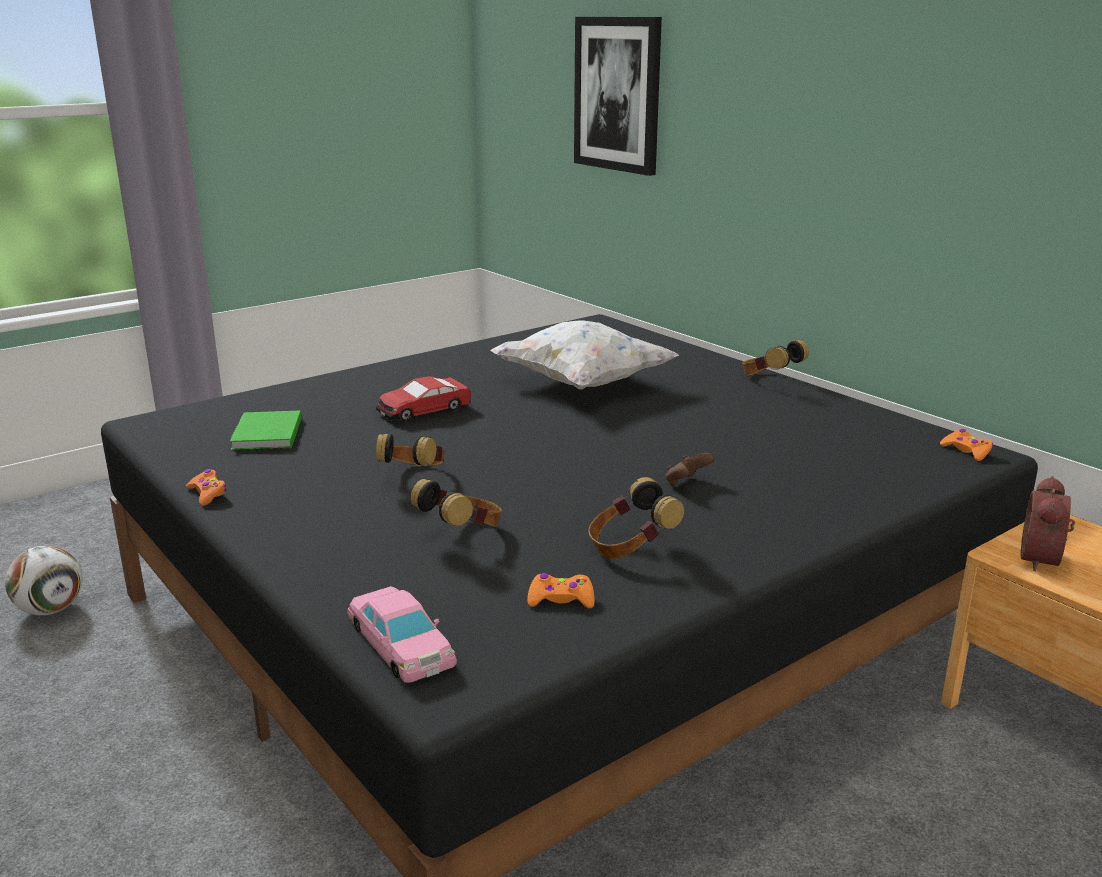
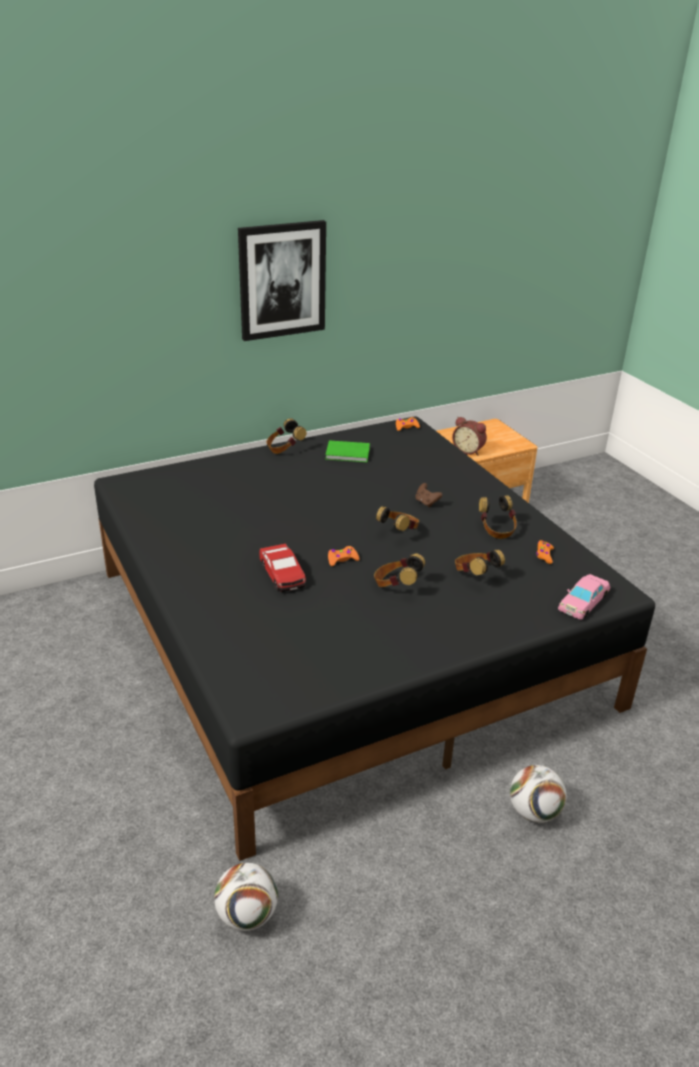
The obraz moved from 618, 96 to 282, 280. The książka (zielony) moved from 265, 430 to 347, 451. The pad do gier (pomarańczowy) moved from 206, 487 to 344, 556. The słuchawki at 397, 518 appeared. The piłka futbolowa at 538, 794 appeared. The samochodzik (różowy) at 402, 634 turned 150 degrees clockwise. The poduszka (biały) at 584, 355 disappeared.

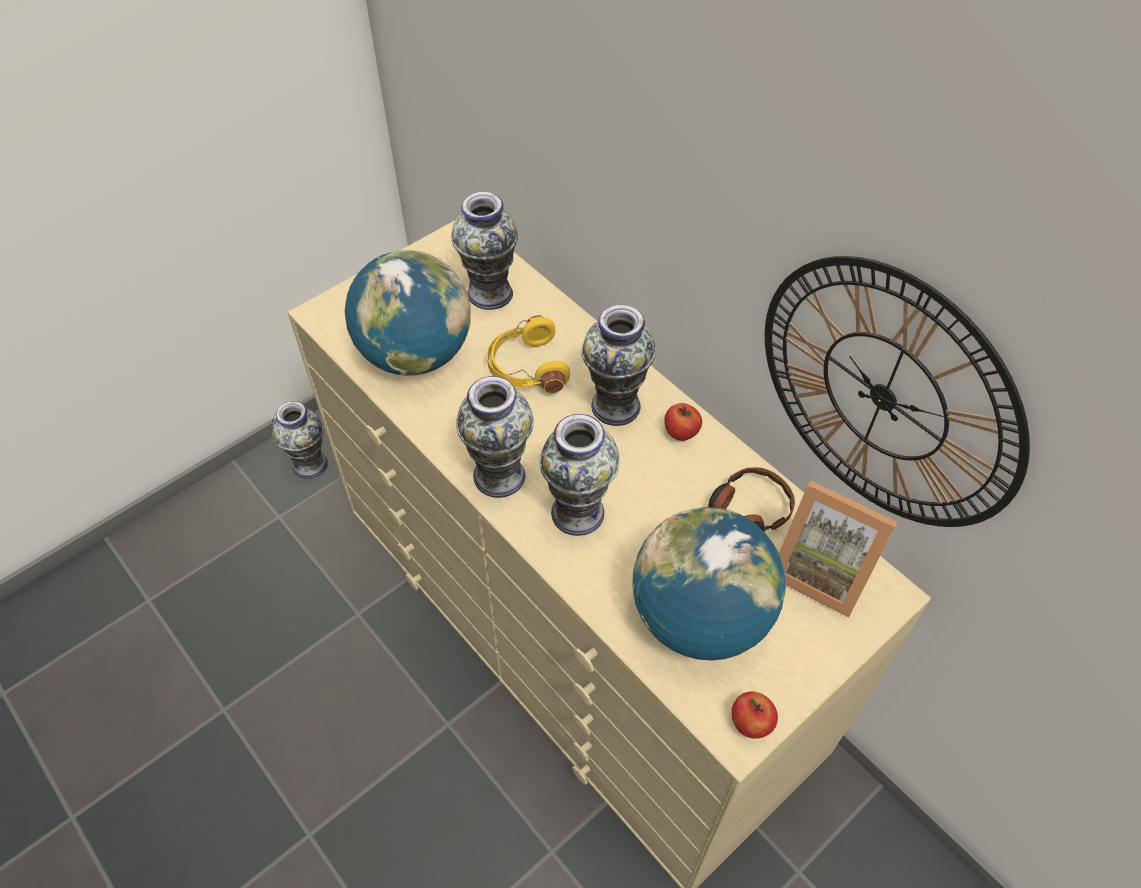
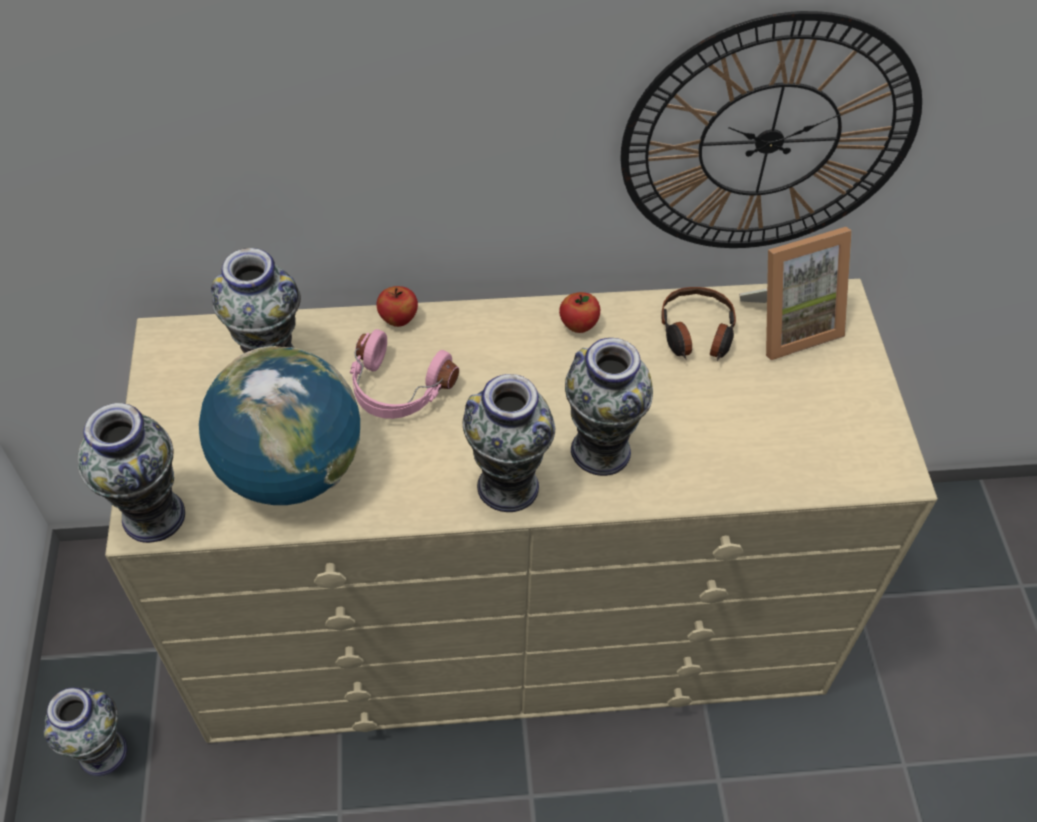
The wazon moved from 619, 365 to 131, 473. The słuchawki (żółty) at 528, 354 became the słuchawki (różowy) at 404, 374. The jabłko moved from 754, 715 to 397, 306. The globus at 709, 584 disappeared.

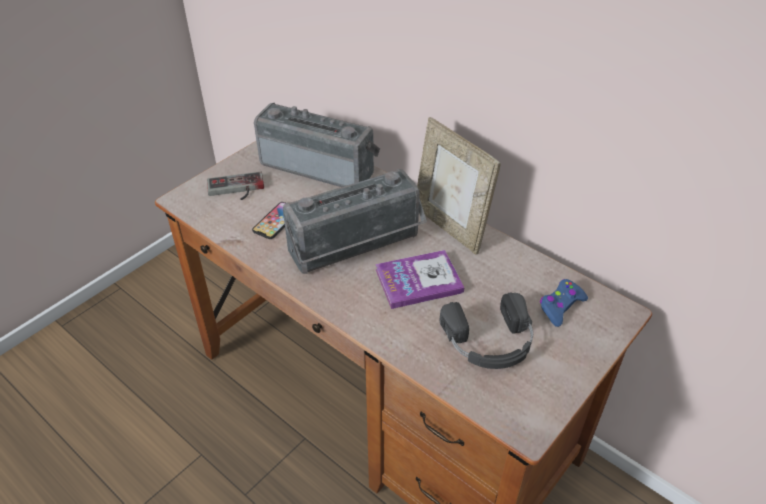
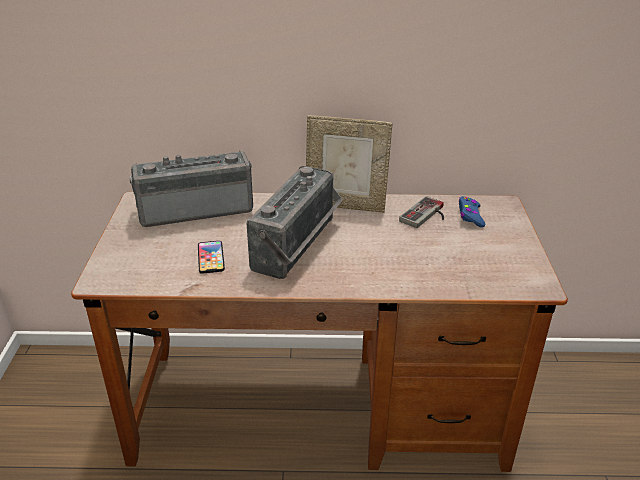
The pad do gier moved from 235, 186 to 421, 212. The książka at 419, 279 disappeared. The słuchawki (czarny) at 486, 330 disappeared.

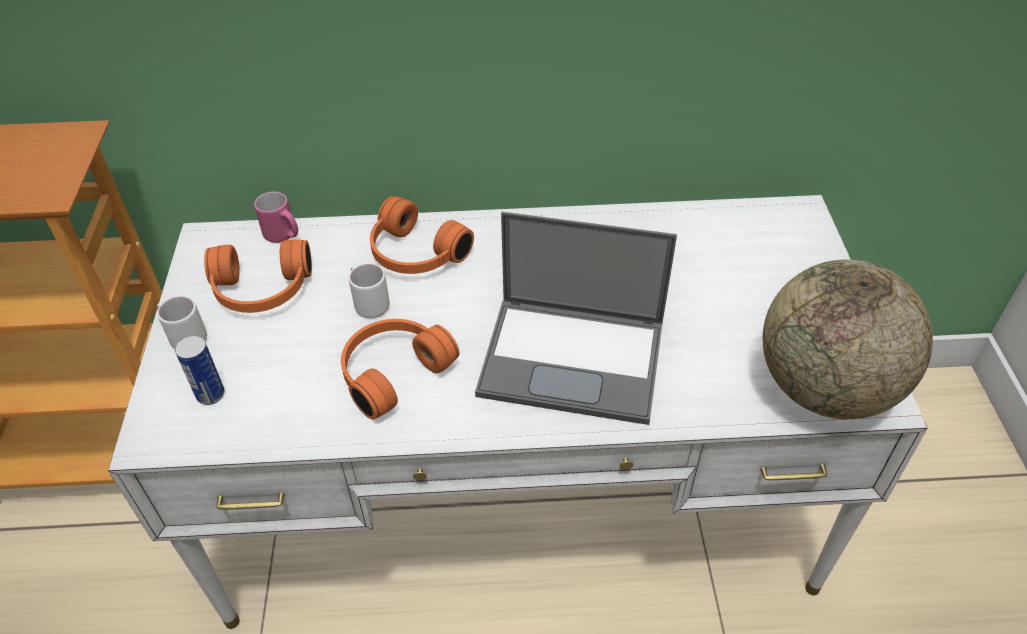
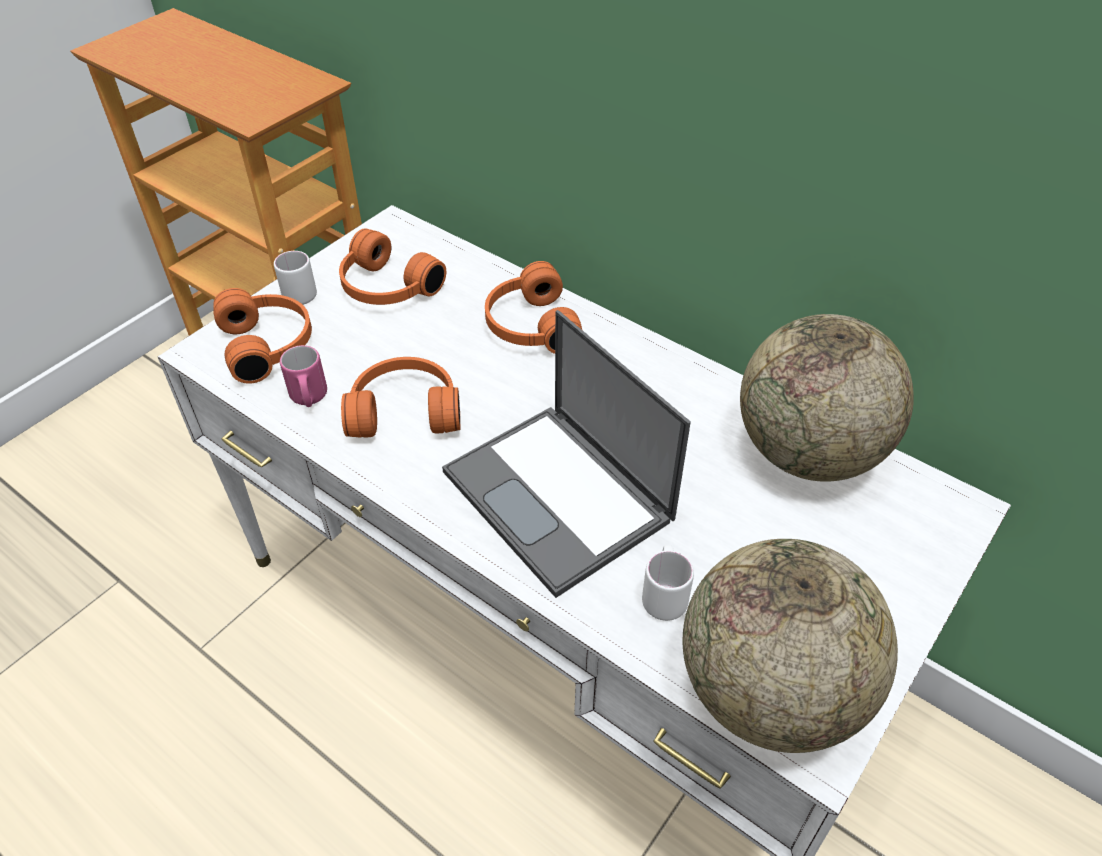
The puszka at 200, 370 was replaced by the słuchawki (pomarańczowy) at 262, 336. The kubek (różowy) moved from 276, 217 to 303, 376. The kubek (biały) moved from 369, 290 to 668, 583. The globus at 827, 398 appeared.

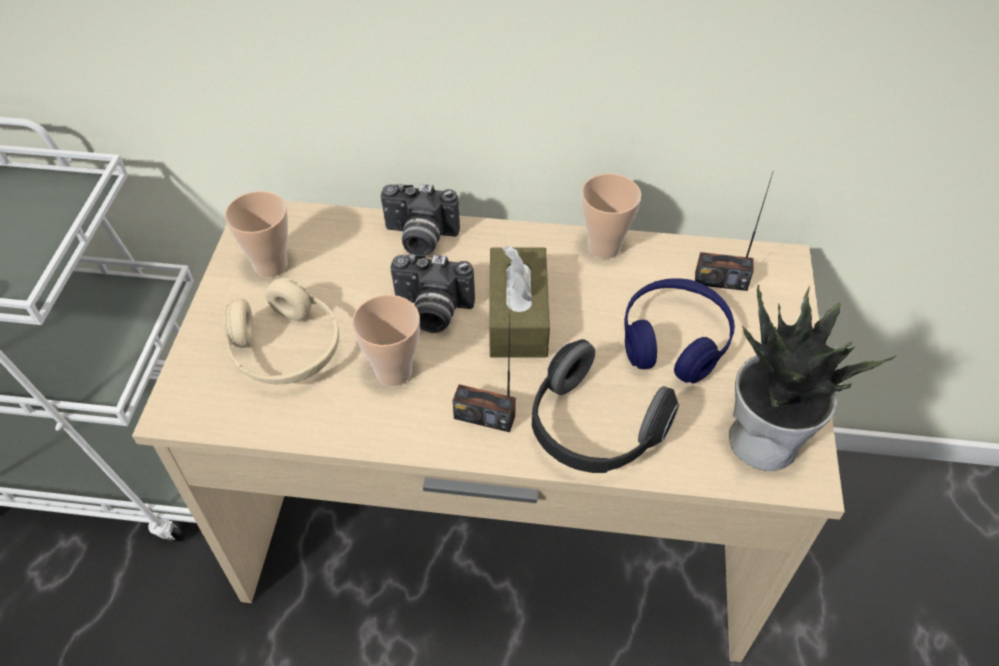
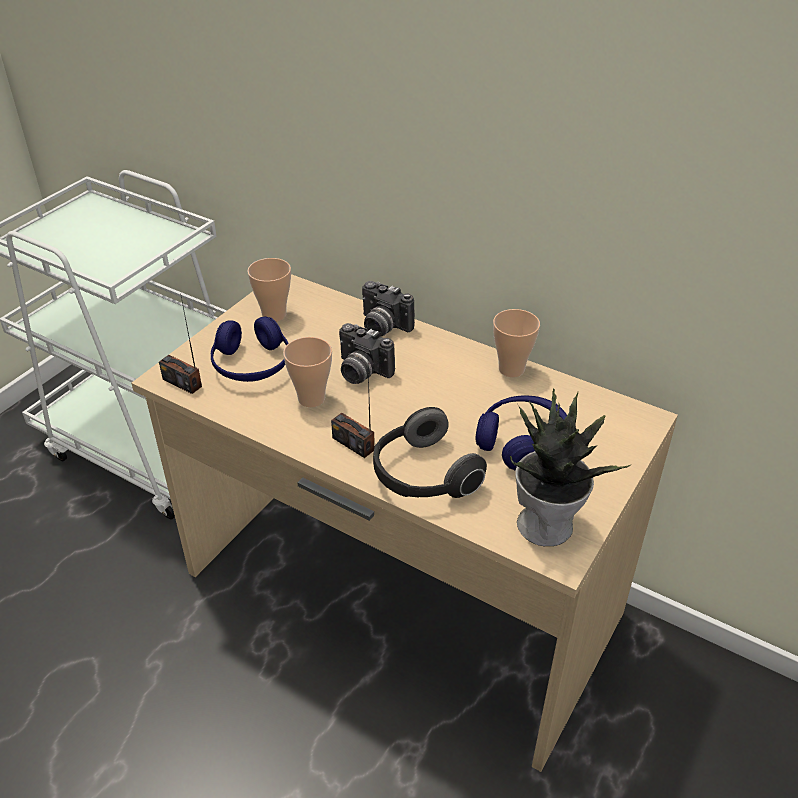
The radio moved from 734, 232 to 180, 345. The słuchawki (beżowy) at 281, 331 became the słuchawki (niebieski) at 250, 349. The pudełko chusteczek (brązowy) at 519, 302 disappeared.

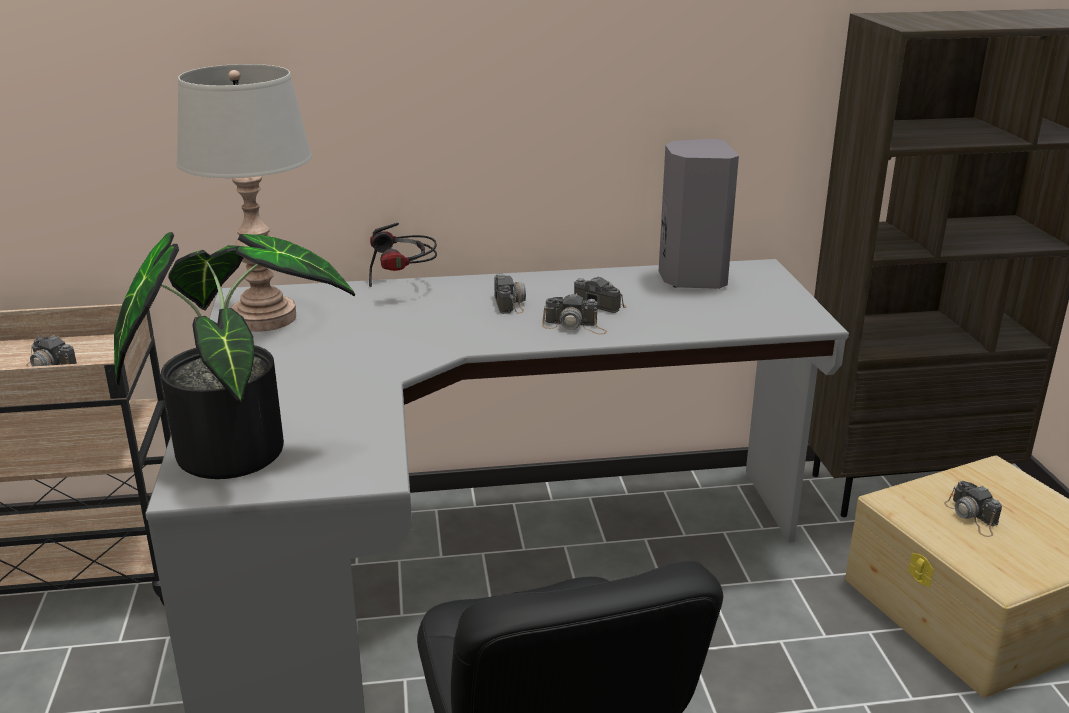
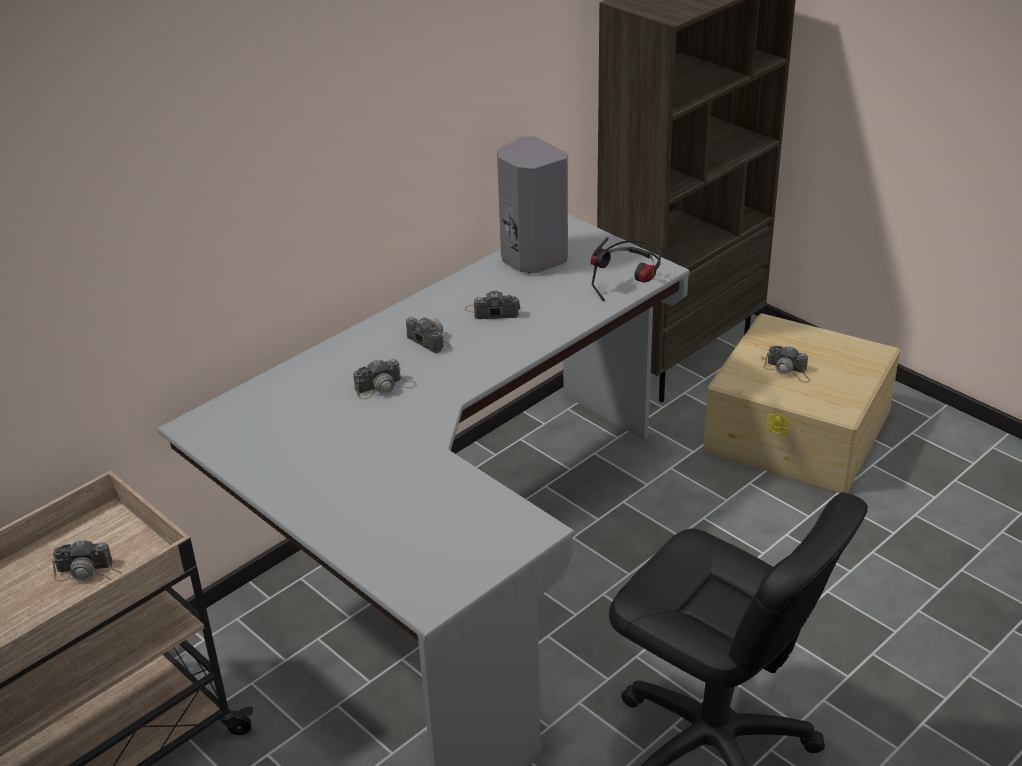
The aparat fotograficzny moved from 574, 313 to 385, 379. The słuchawki moved from 403, 255 to 626, 269. The roślina doniczkowa at 234, 355 disappeared. The lampa stołowa (szary) at 244, 198 disappeared.

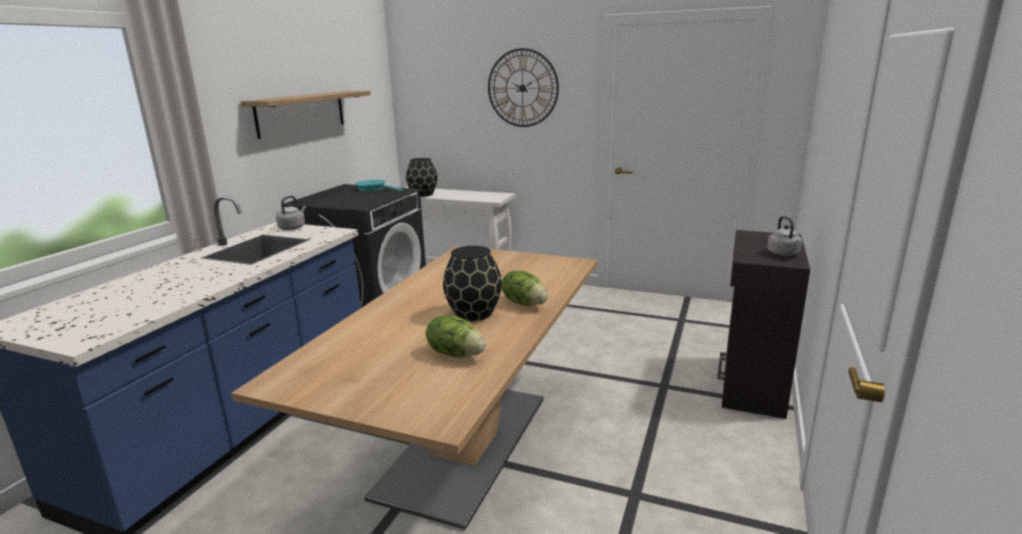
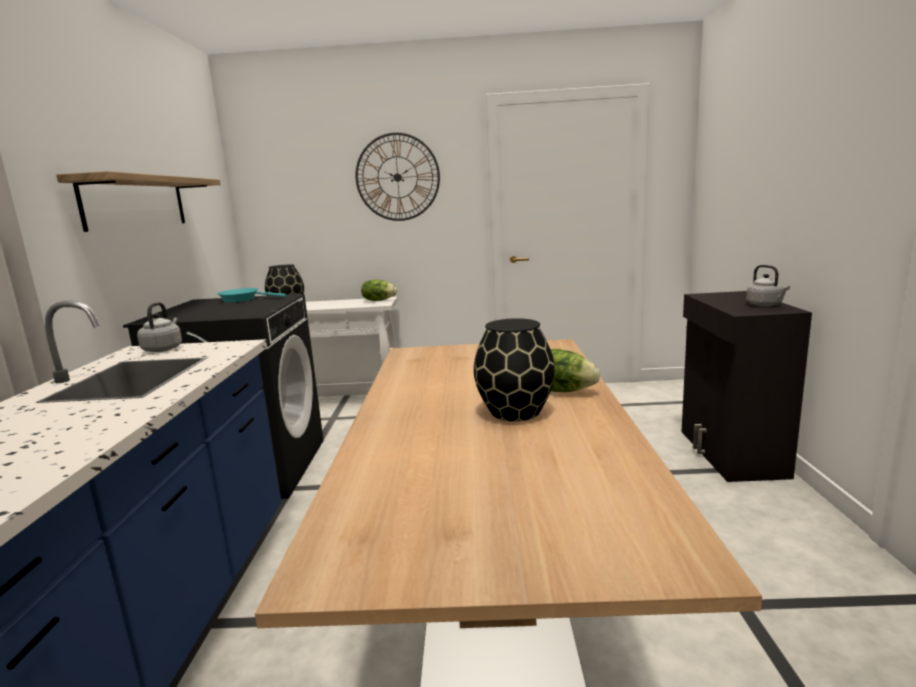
The sałata moved from 456, 336 to 379, 290.

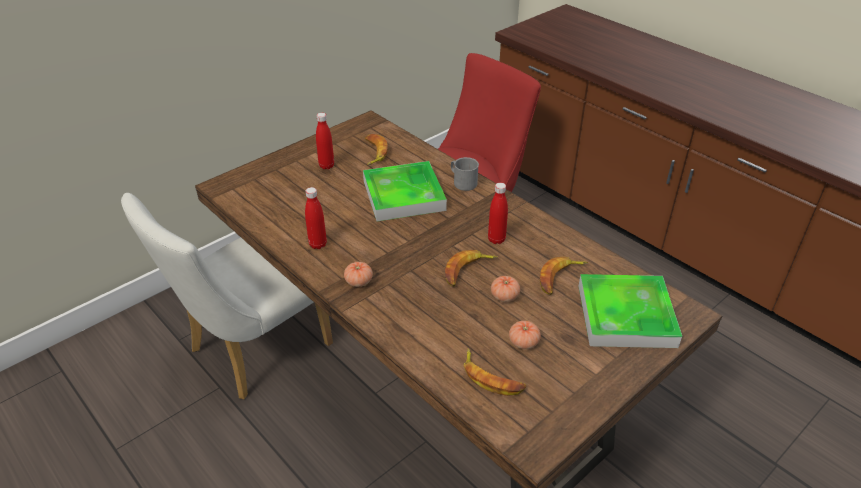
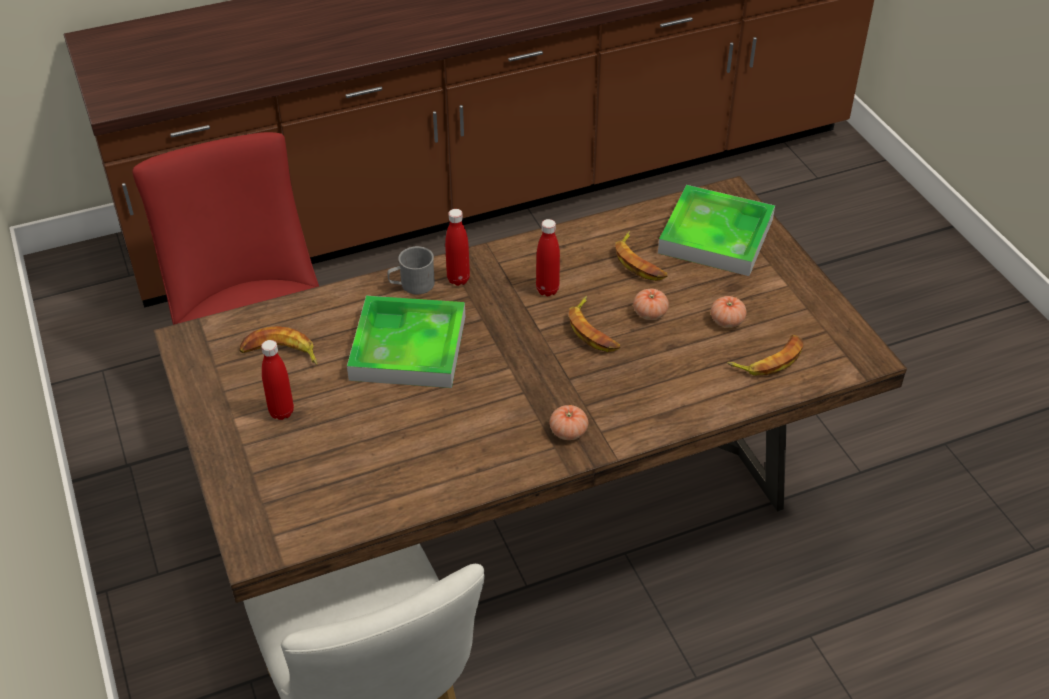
The butelka (czerwony) moved from 316, 218 to 457, 247.

